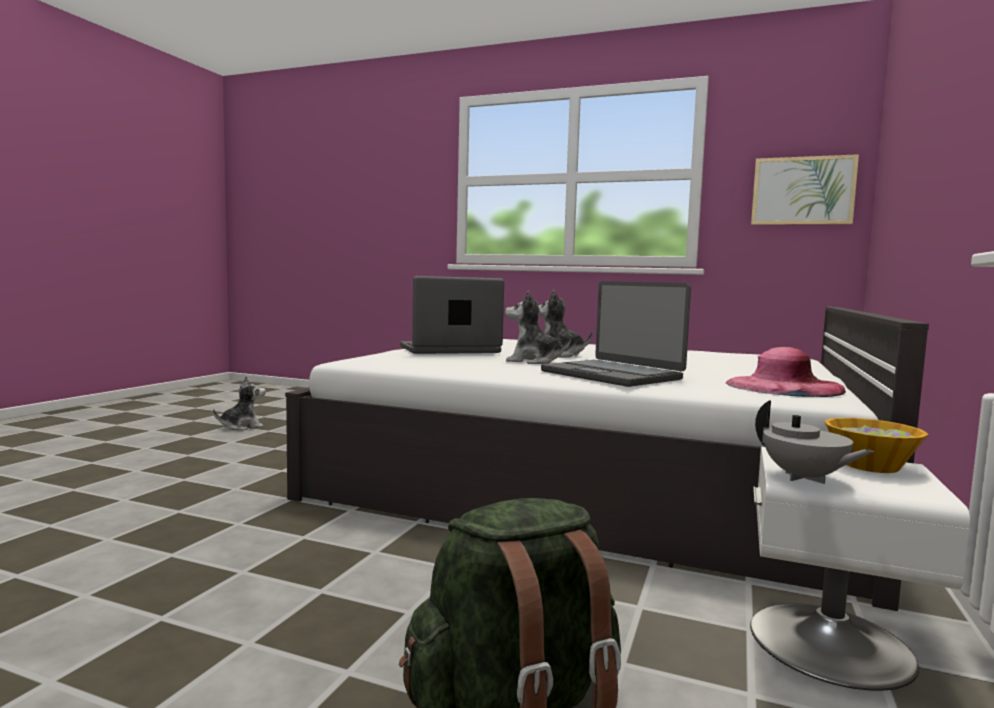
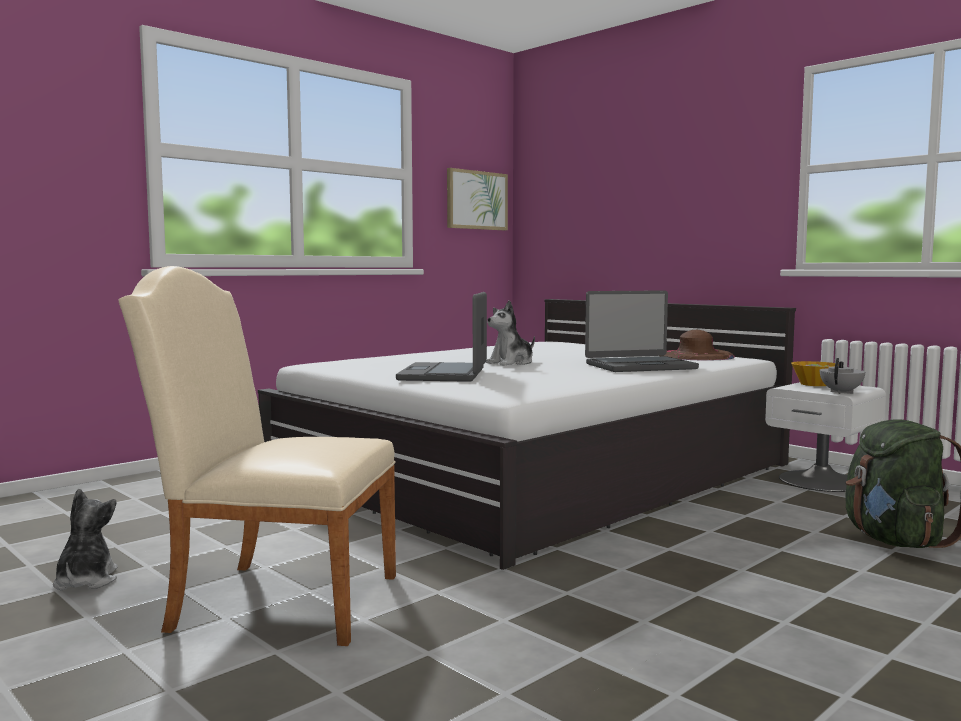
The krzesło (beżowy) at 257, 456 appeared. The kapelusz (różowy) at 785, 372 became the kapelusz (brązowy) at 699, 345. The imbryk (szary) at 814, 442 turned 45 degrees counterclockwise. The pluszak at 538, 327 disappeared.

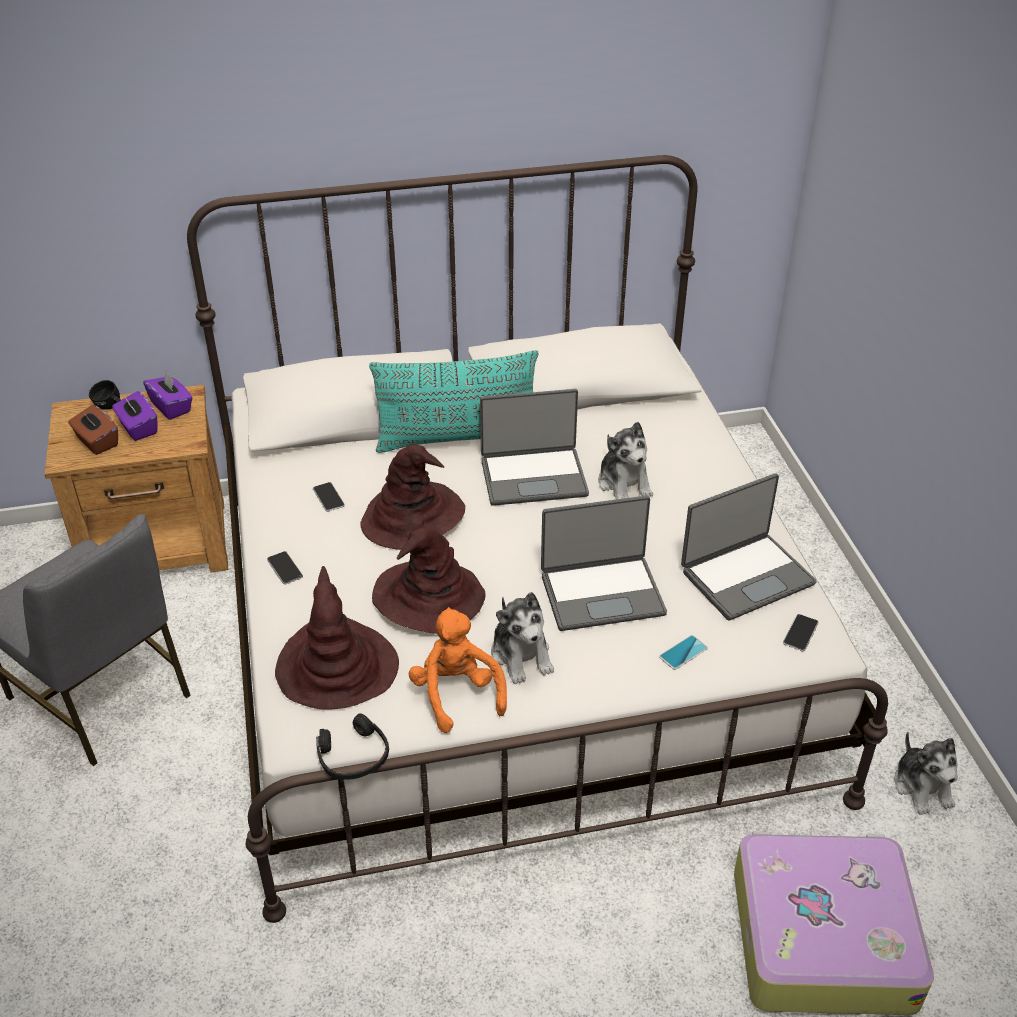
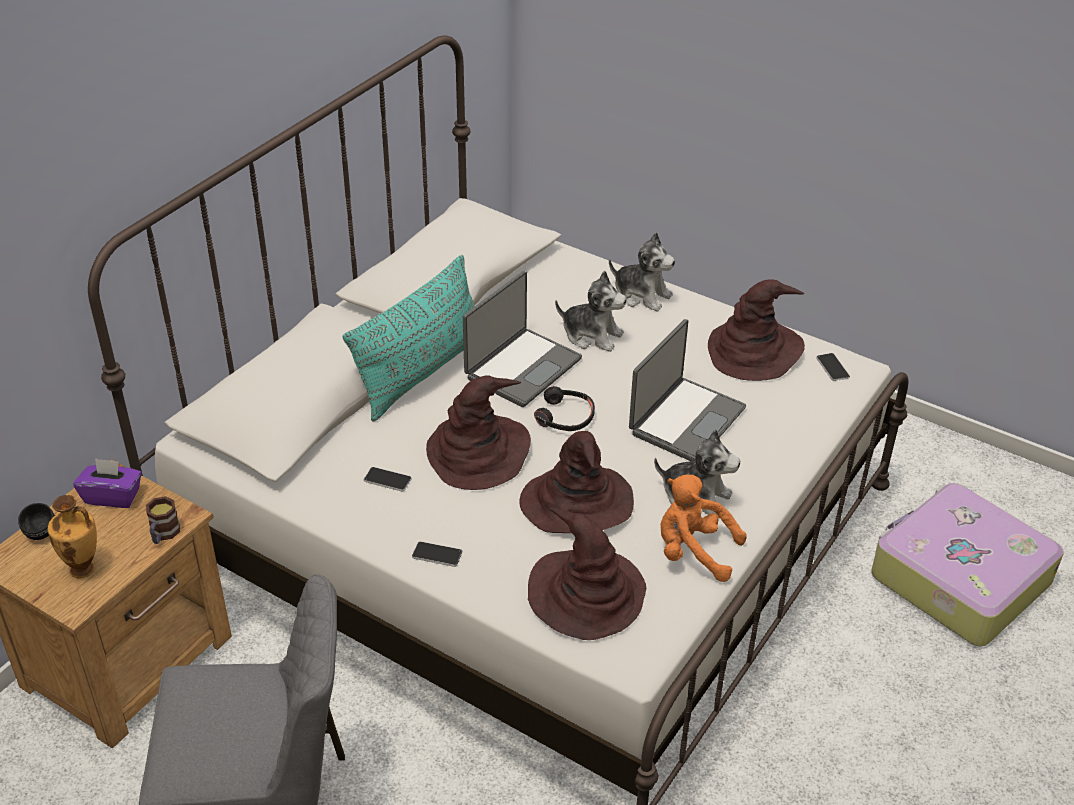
The pudełko chusteczek (brązowy) at 93, 430 was replaced by the wazon at 72, 537. The kubek at 163, 520 appeared. The słuchawki (czarny) moved from 352, 746 to 564, 408. The pluszak moved from 926, 773 to 642, 271. The laptop at 749, 547 was replaced by the kapelusz (brązowy) at 756, 330. The pudełko chusteczek (fioletowy) at 135, 416 disappeared. The telefon at 683, 652 disappeared.

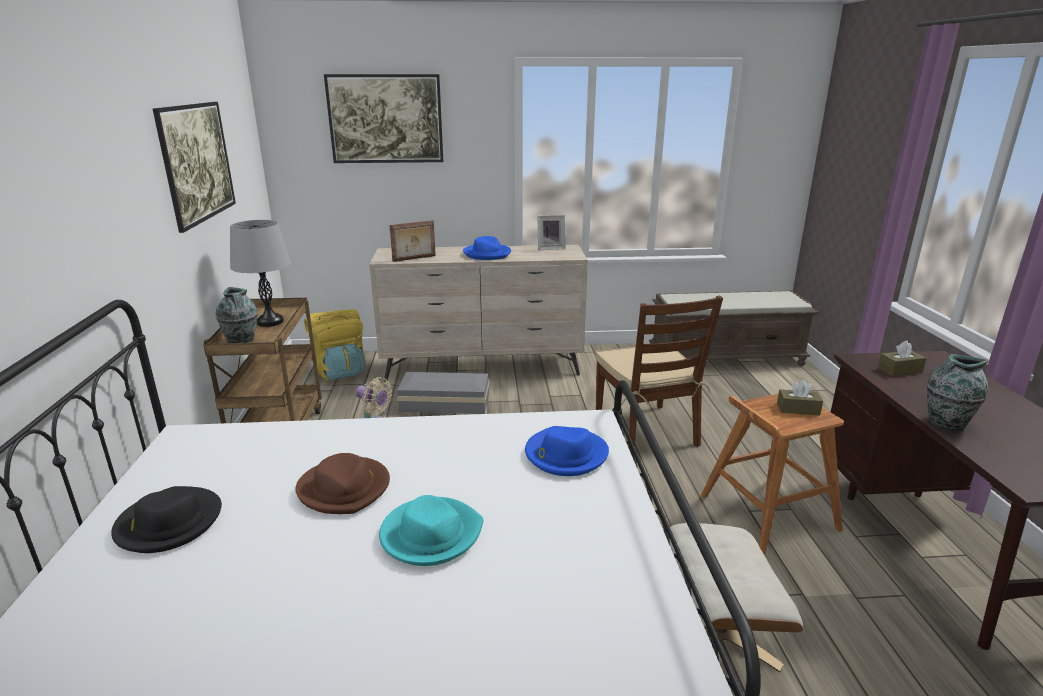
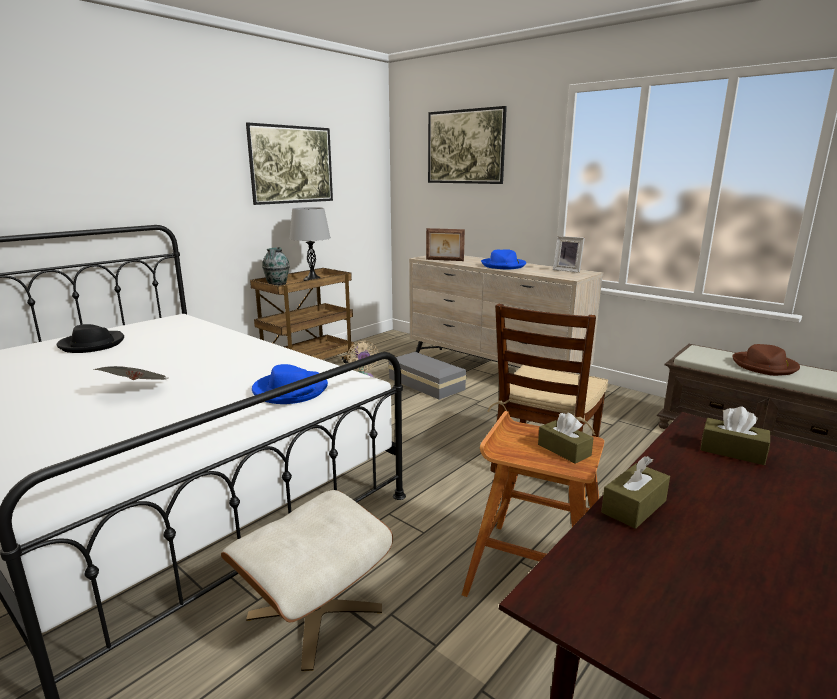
The kapelusz (turkusowy) at 431, 530 was replaced by the gazeta at 130, 373. The wazon at 957, 392 was replaced by the pudełko chusteczek (brązowy) at 635, 492. The kapelusz (brązowy) moved from 342, 483 to 766, 360. The plecak (żółty) at 335, 344 disappeared.

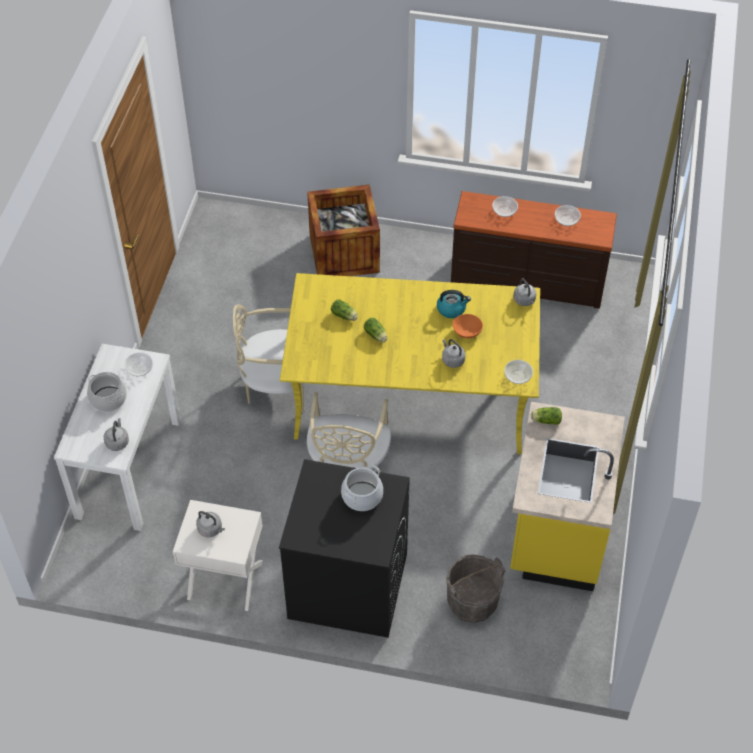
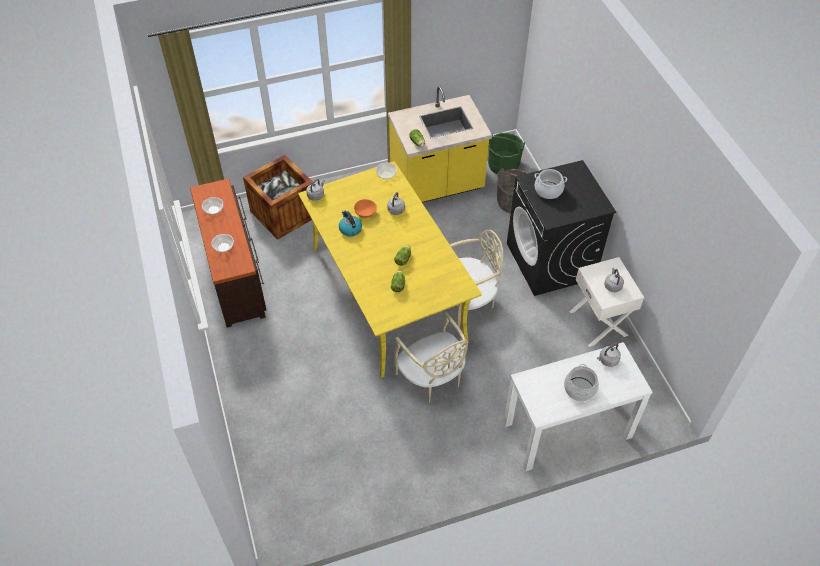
The skrzynka moved from 343, 230 to 278, 197. The wiadro (zielony) at 506, 153 appeared. The miska at 138, 364 disappeared.

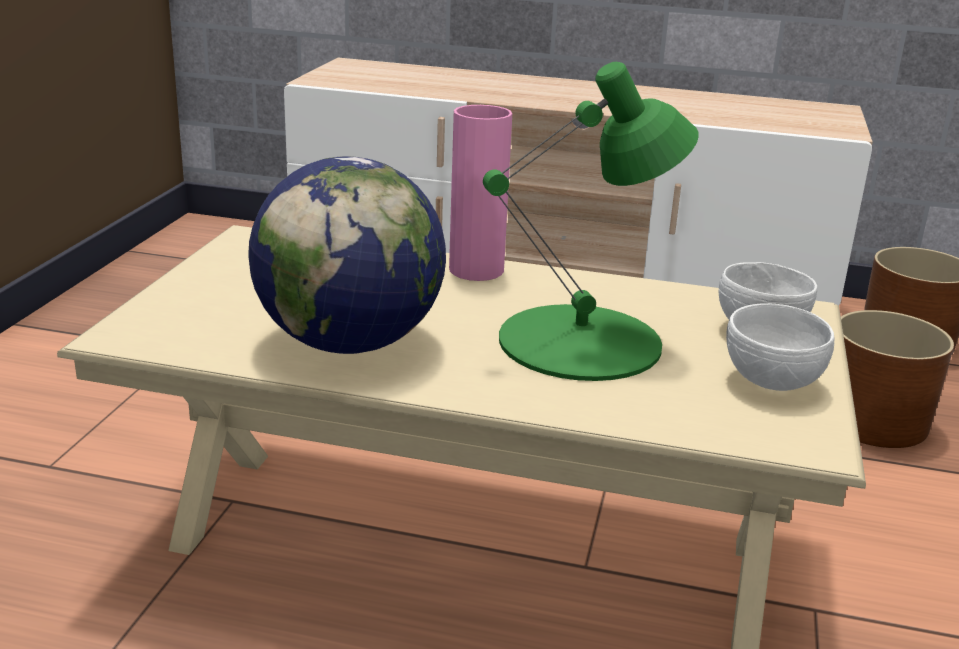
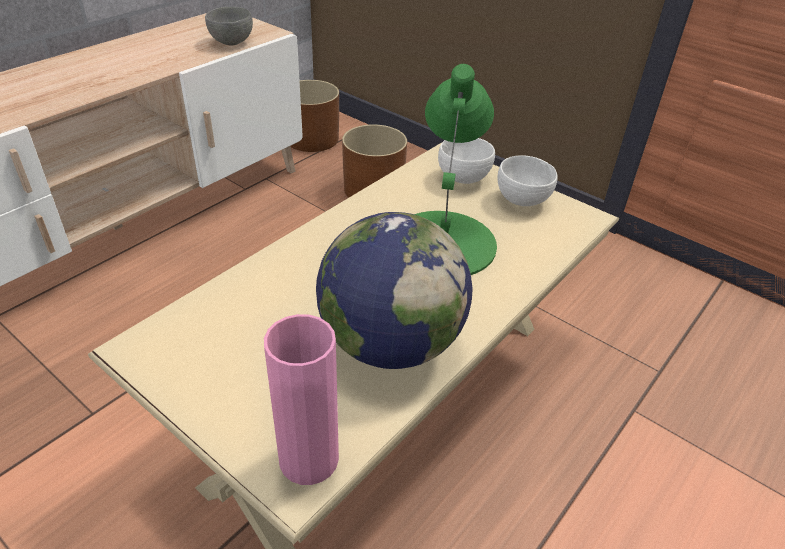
The miska (szary) at 229, 26 appeared. The wazon (różowy) moved from 480, 193 to 301, 399.

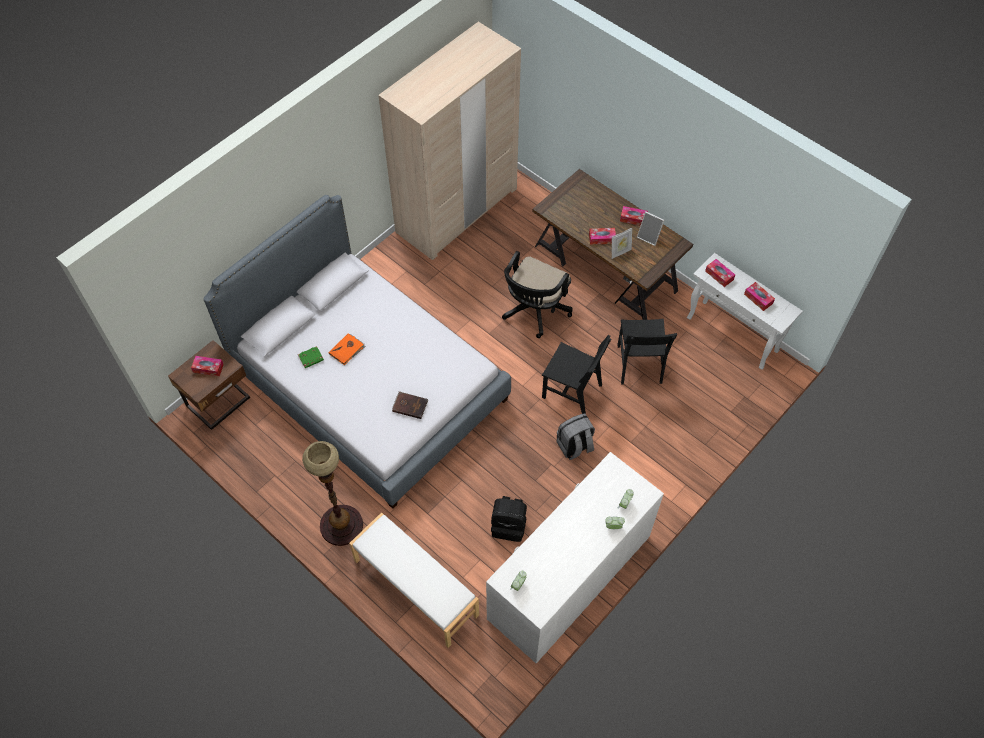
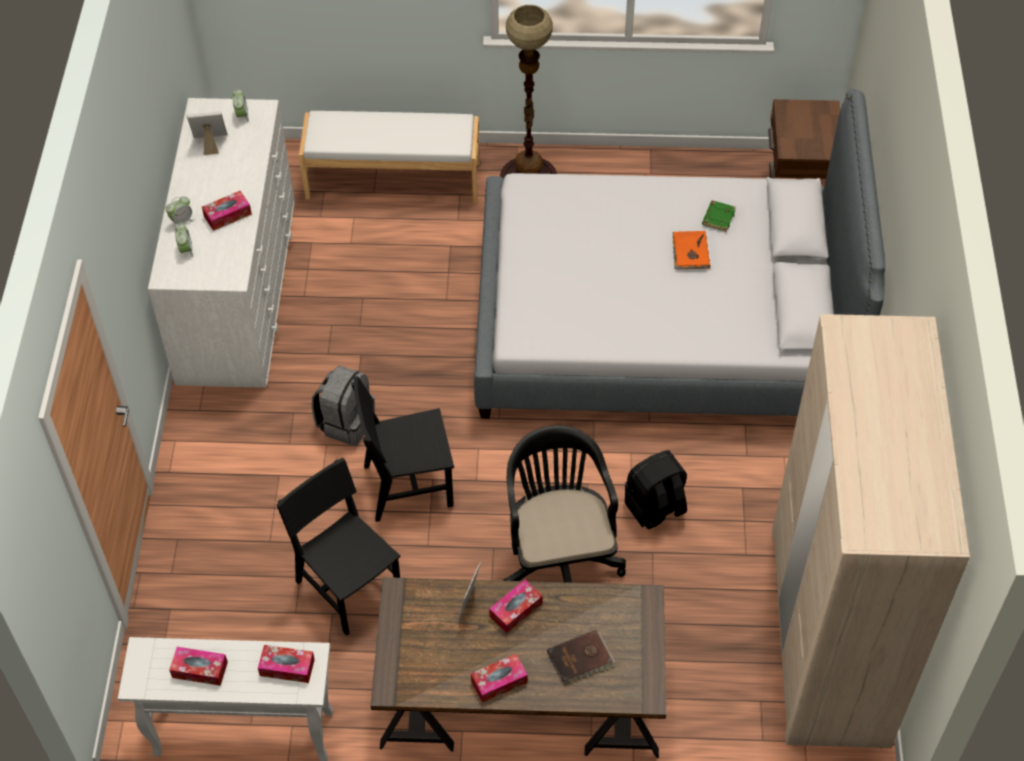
The ramka na zdjęcie moved from 650, 228 to 207, 133. The pudełko chusteczek moved from 207, 366 to 227, 211. The książka (brązowy) moved from 410, 405 to 581, 657. The plecak (czarny) moved from 509, 519 to 656, 489.

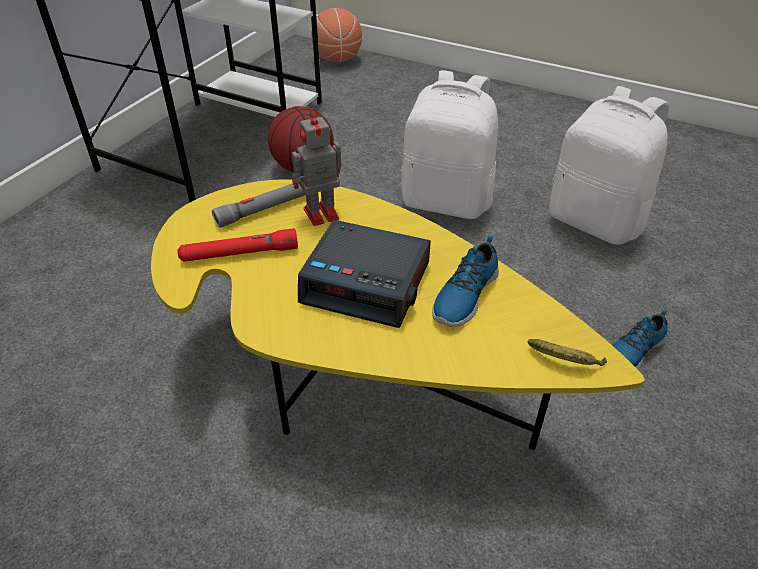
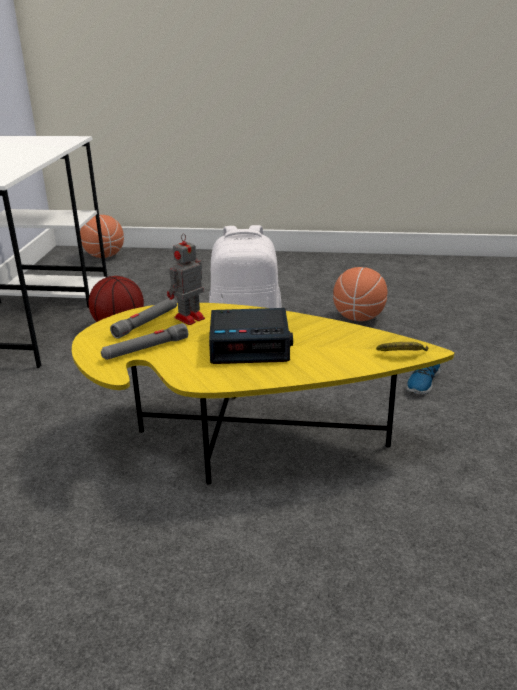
The latarka (czerwony) at 237, 245 became the latarka (szary) at 144, 341. The plecak (biały) at 609, 165 was replaced by the piłka do koszykówki at 360, 294. The but at 465, 281 disappeared.

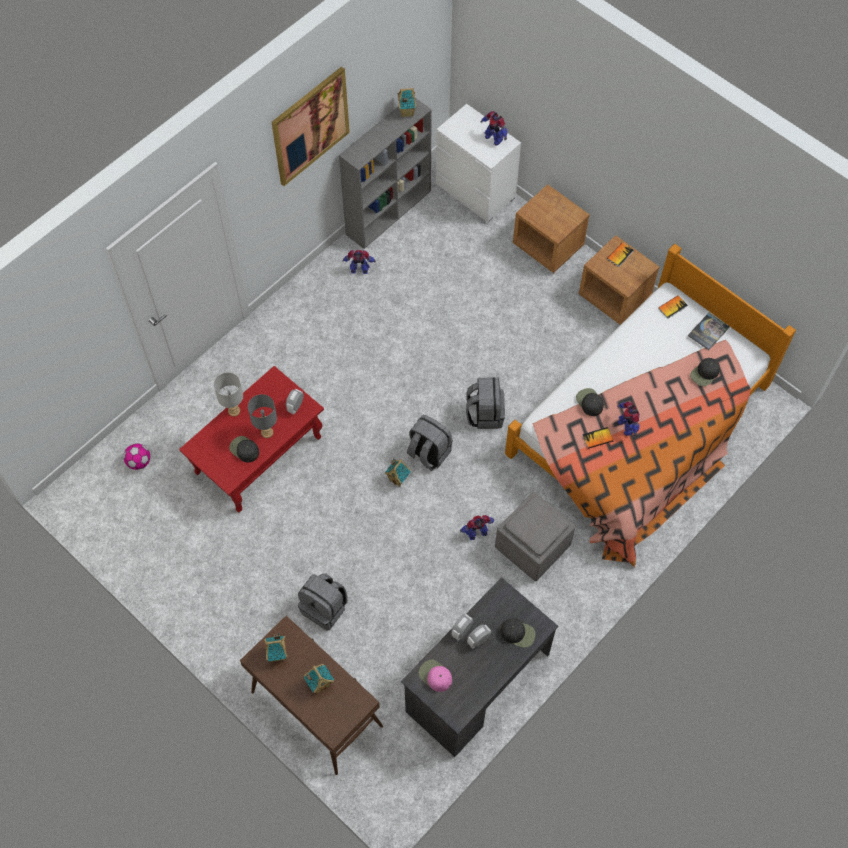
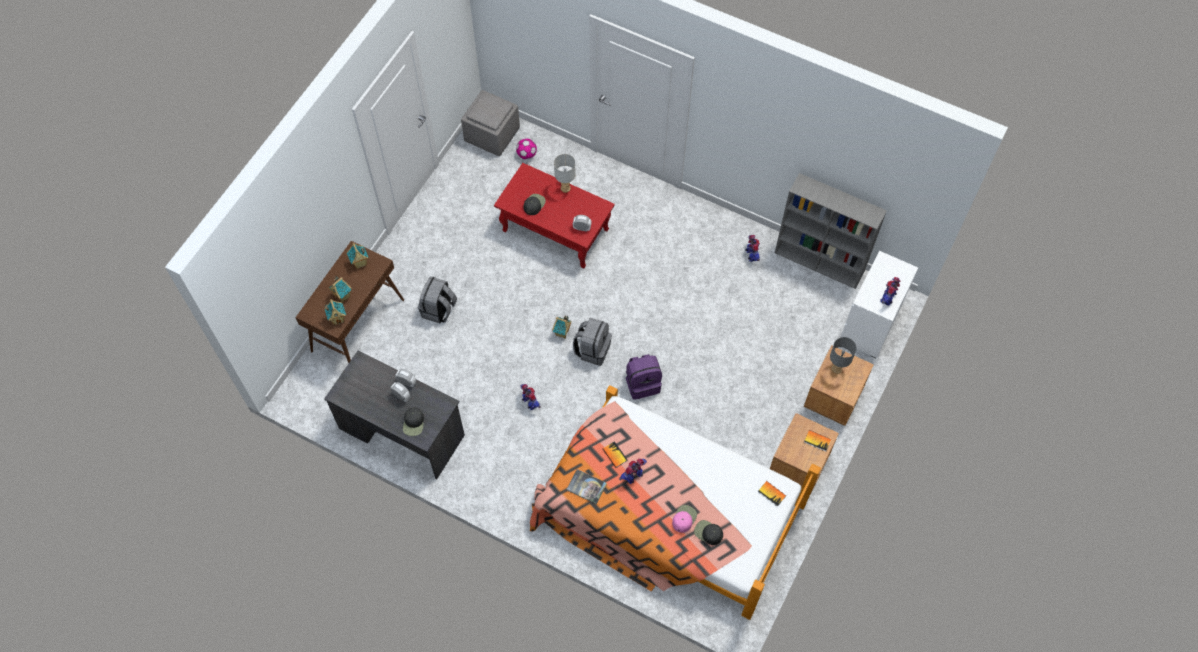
The domek moved from 407, 102 to 335, 312. The pufa (szary) moved from 535, 536 to 490, 123. The książka moved from 709, 331 to 586, 486. The plecak (szary) at 485, 403 became the plecak (fioletowy) at 644, 377. The czapka z daszkiem (różowy) moved from 435, 675 to 684, 519. The lampa stołowa (szary) moved from 262, 416 to 843, 355. The obraz at 310, 126 disappeared. The czapka z daszkiem (czarny) at 590, 402 disappeared.

